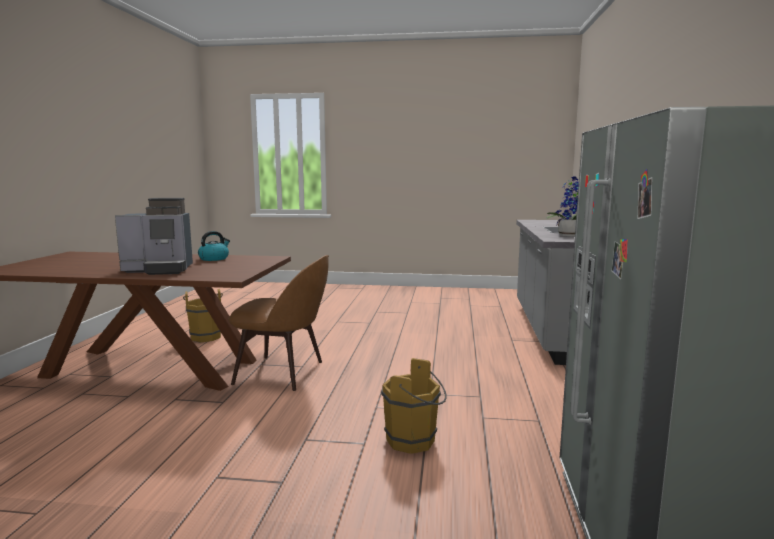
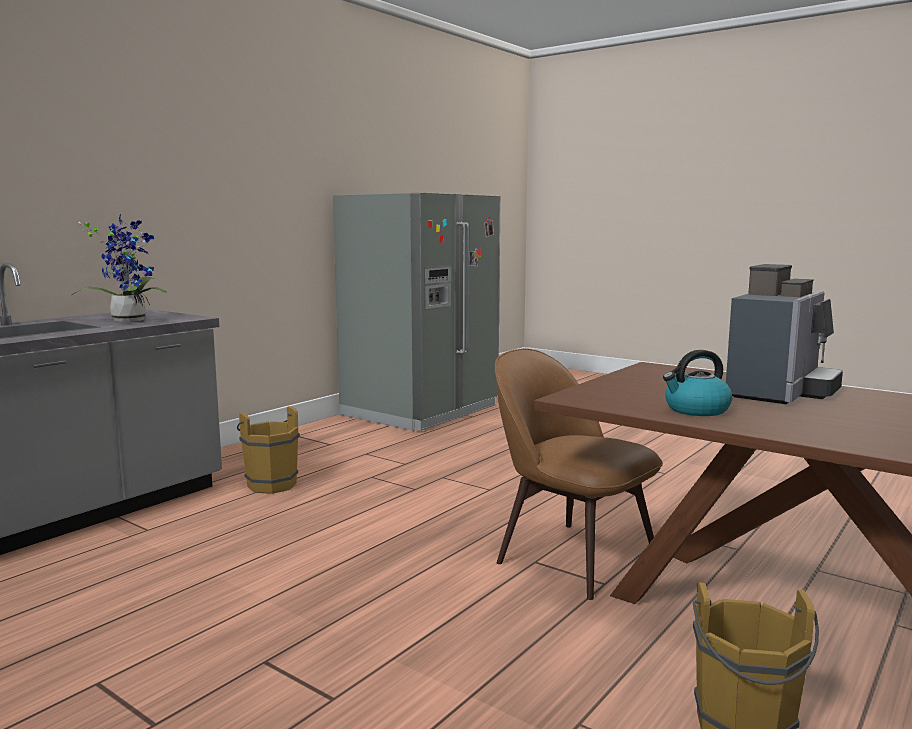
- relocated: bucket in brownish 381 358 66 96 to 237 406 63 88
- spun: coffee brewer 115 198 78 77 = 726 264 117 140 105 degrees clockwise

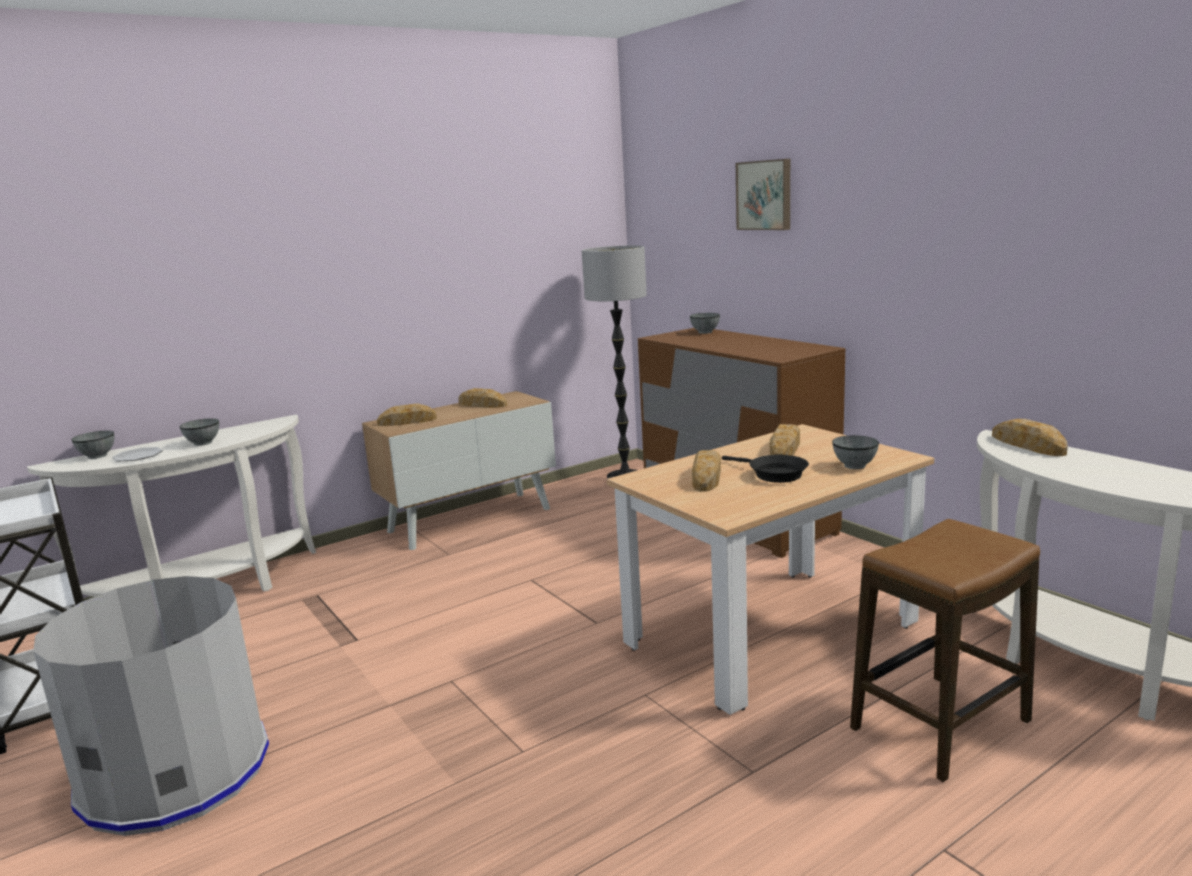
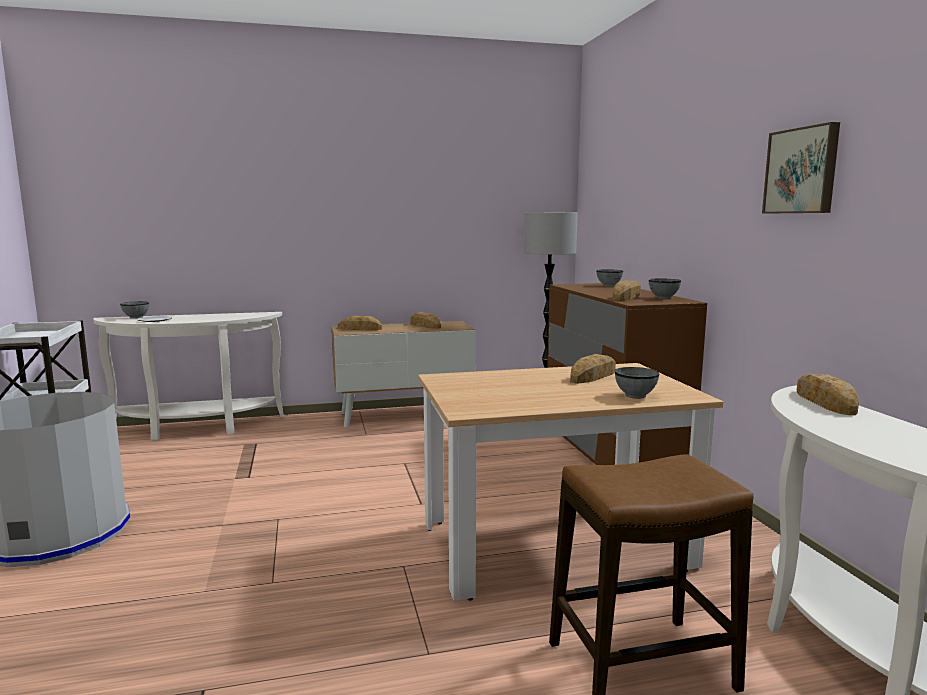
- missing: skillet in black-coloured 722 455 87 28
- relocated: serving bowl in grey 179 418 40 28 to 649 279 32 20
- relocated: bakery bread 692 450 29 42 to 613 280 28 21
- relocated: picture 736 159 54 71 to 762 122 78 91

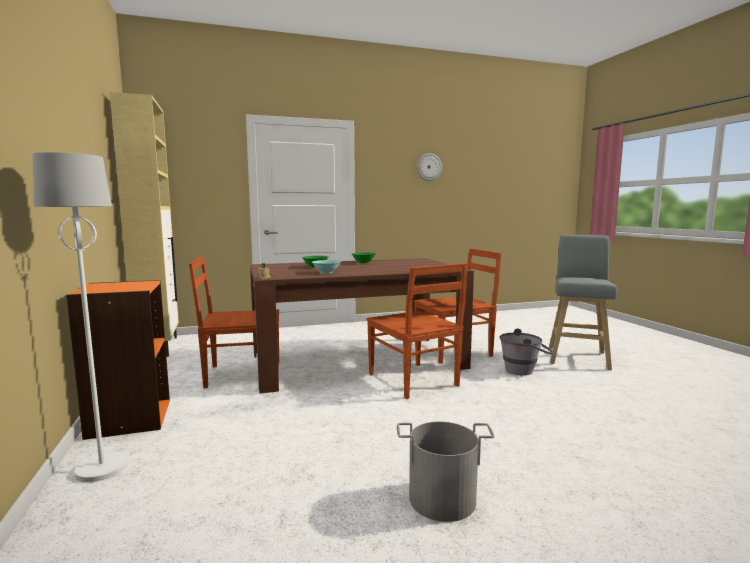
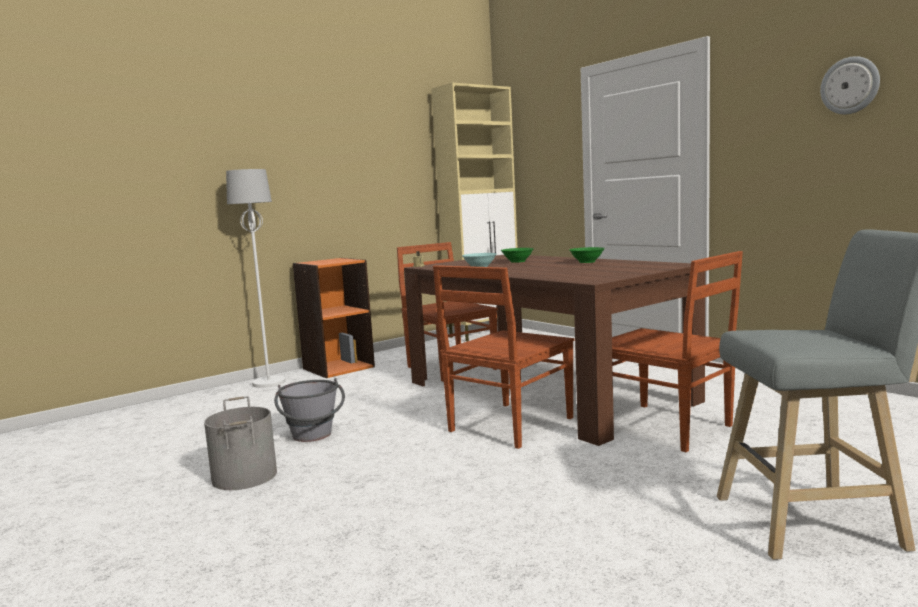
- relocated: bucket in grey 500 328 54 47 to 274 378 71 64

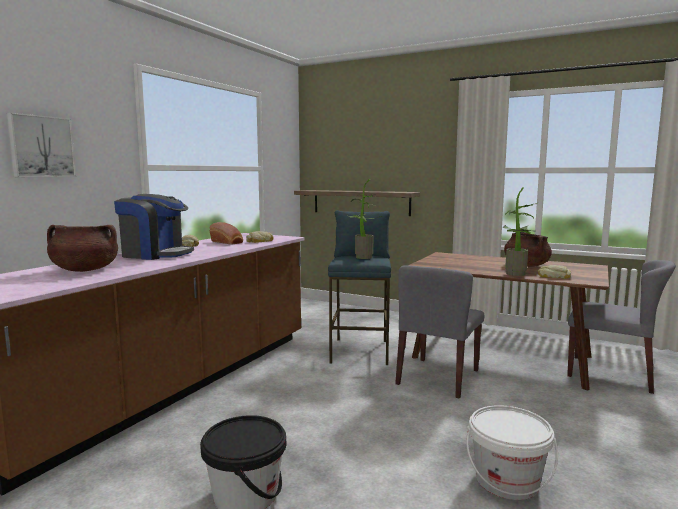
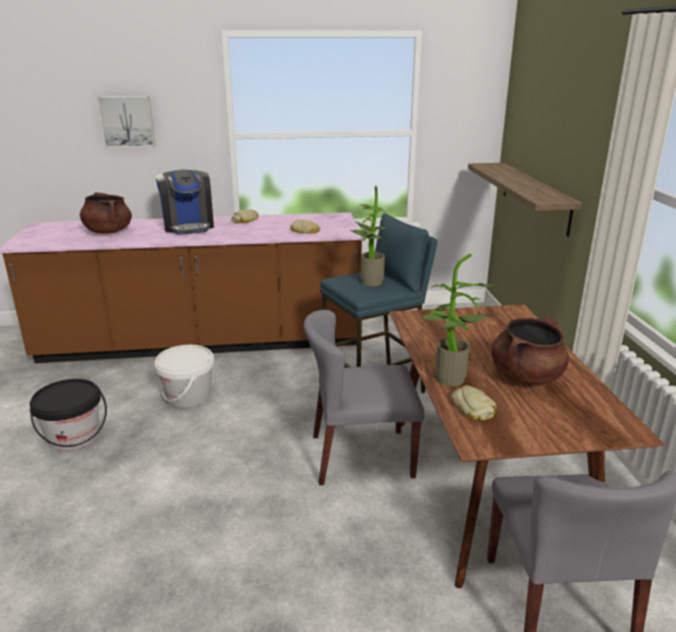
- missing: bakery bread 210 222 33 23
- relocated: bucket in white 466 405 92 95 to 154 345 60 63

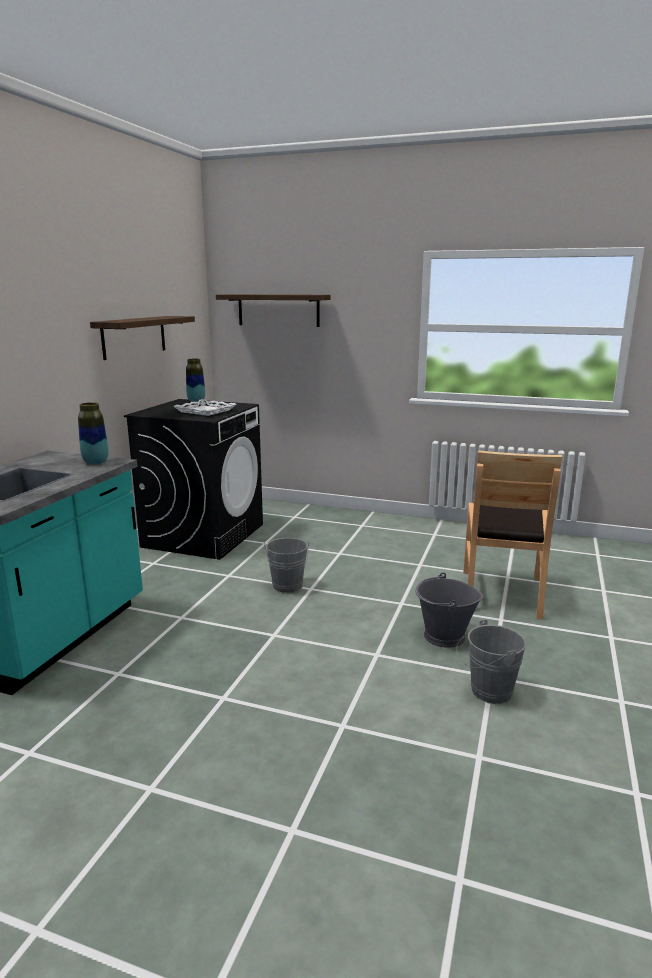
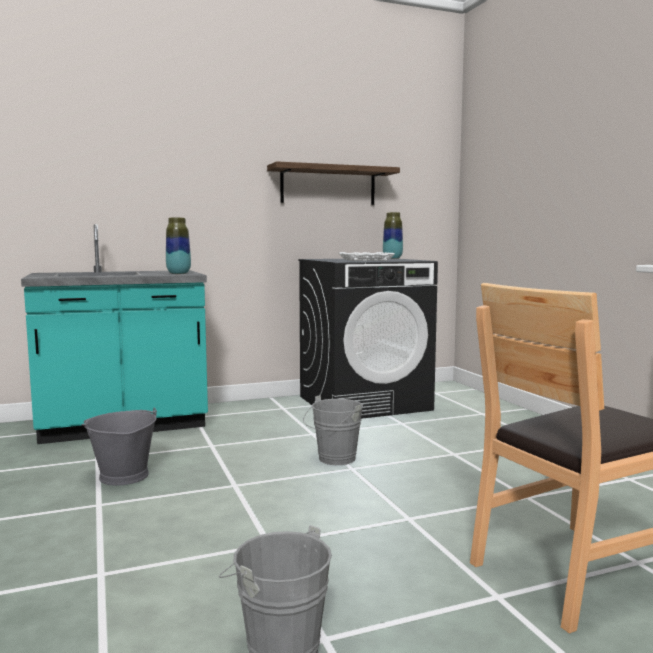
- missing: bracket shelf 216 294 114 33
- relocated: bucket in grey 415 572 68 76 to 81 408 76 78

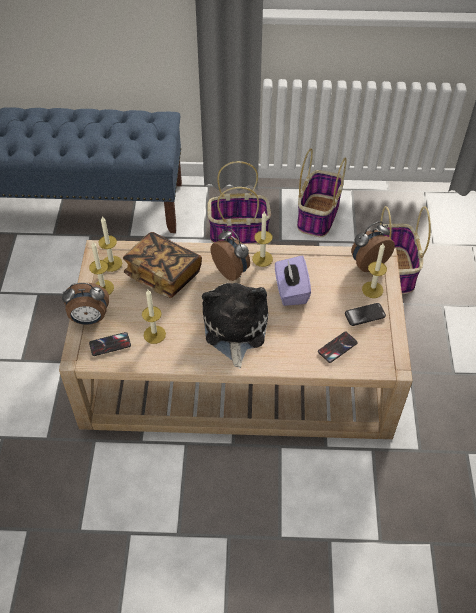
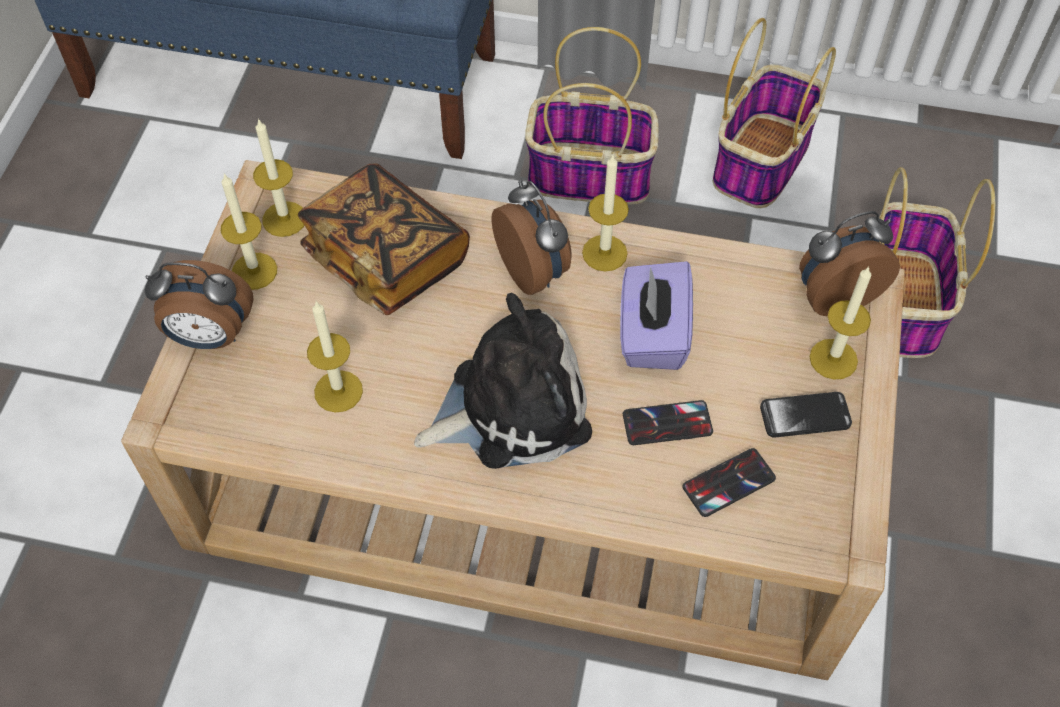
- relocated: telephone 89 332 42 24 to 623 400 90 45
- spun: plush toy 202 283 66 86 = 414 293 178 176 60 degrees clockwise

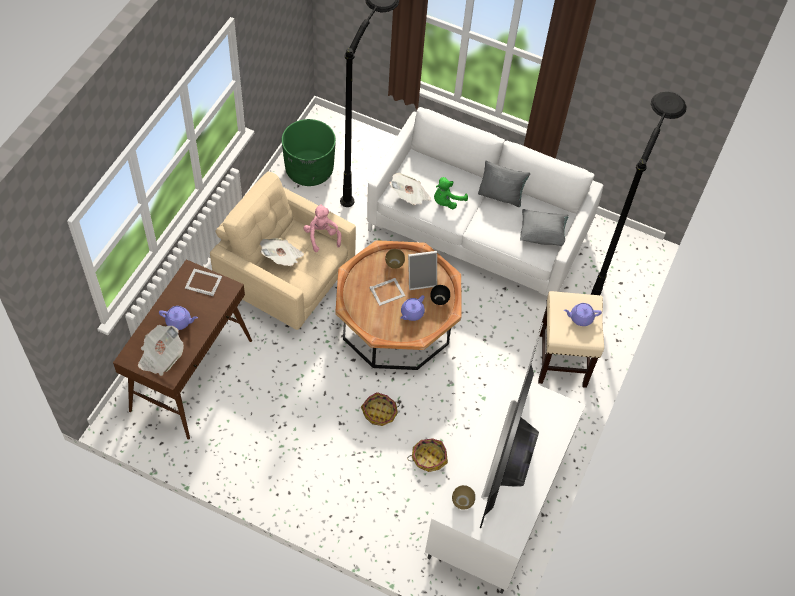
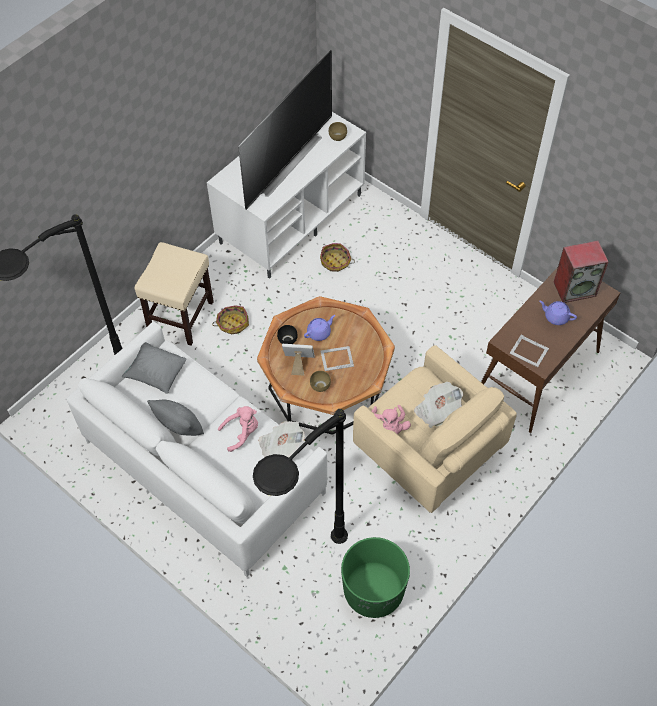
- missing: teapot in purple-coloured 564 303 38 23
- relocated: storage basket 361 392 39 34 to 212 306 37 29
- exchanged: newspaper 138 325 46 51 to speaker 554 240 54 63
- colour: plush toy in greenish 434 177 34 32 to plush toy in pink 218 406 40 46

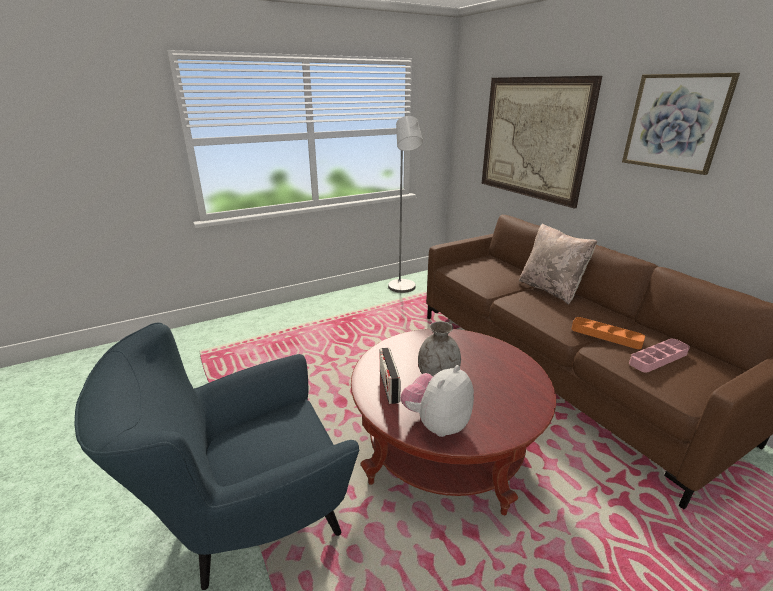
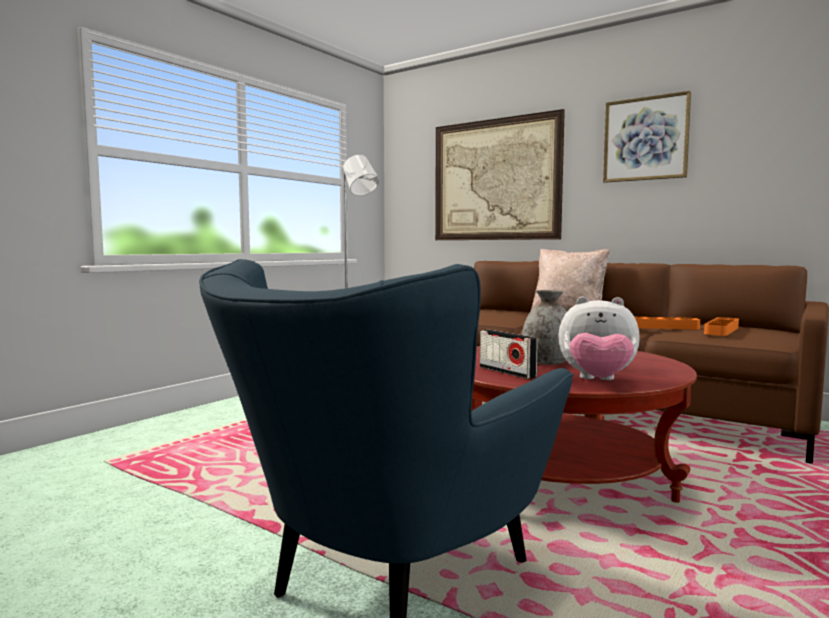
- colour: tray in pink 629 339 61 34 to tray in orange 704 317 35 19
- spun: plush toy 401 365 73 72 = 558 297 82 83 90 degrees counterclockwise

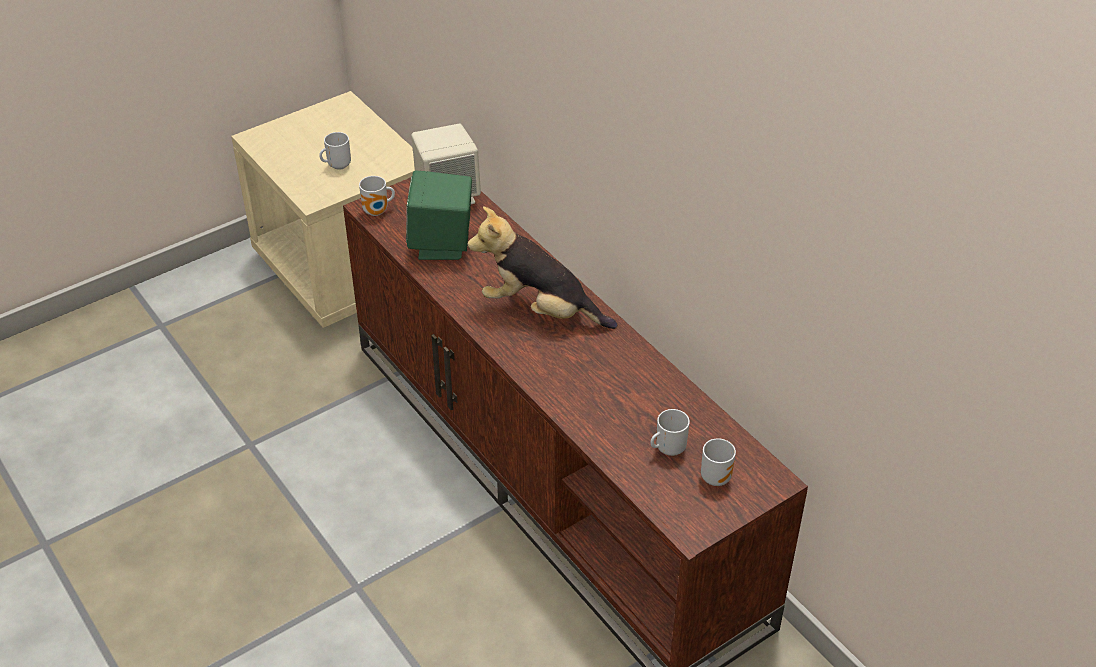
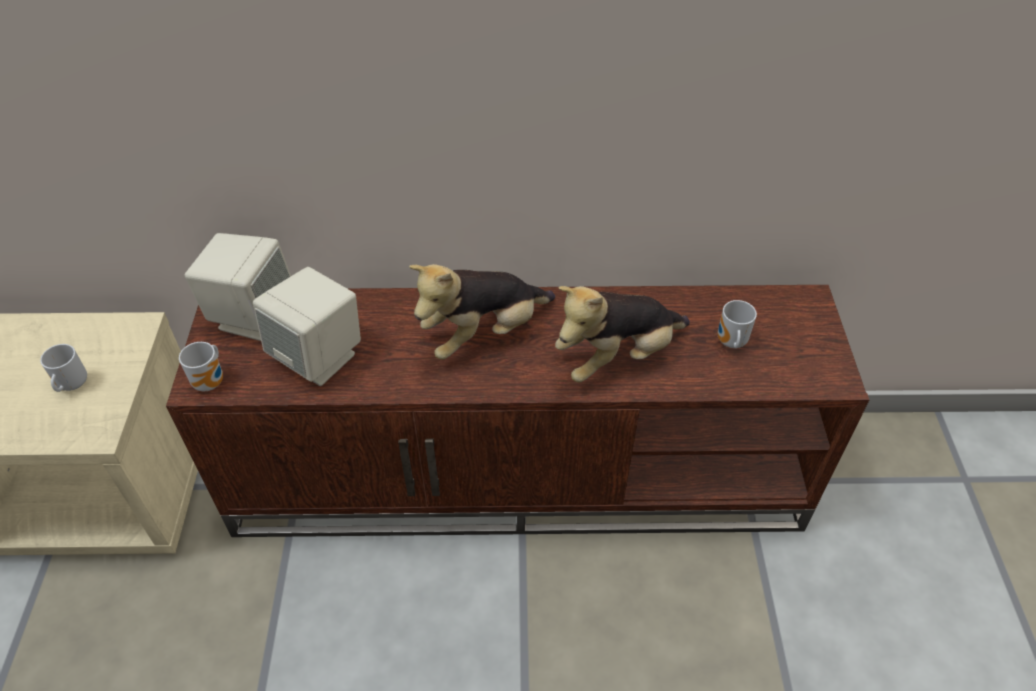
- missing: coffee mug 701 438 35 48
- appeared: plush toy 555 286 135 97
- colour: speaker in greenish 406 171 66 89 to speaker in beige-coloured 253 267 108 119

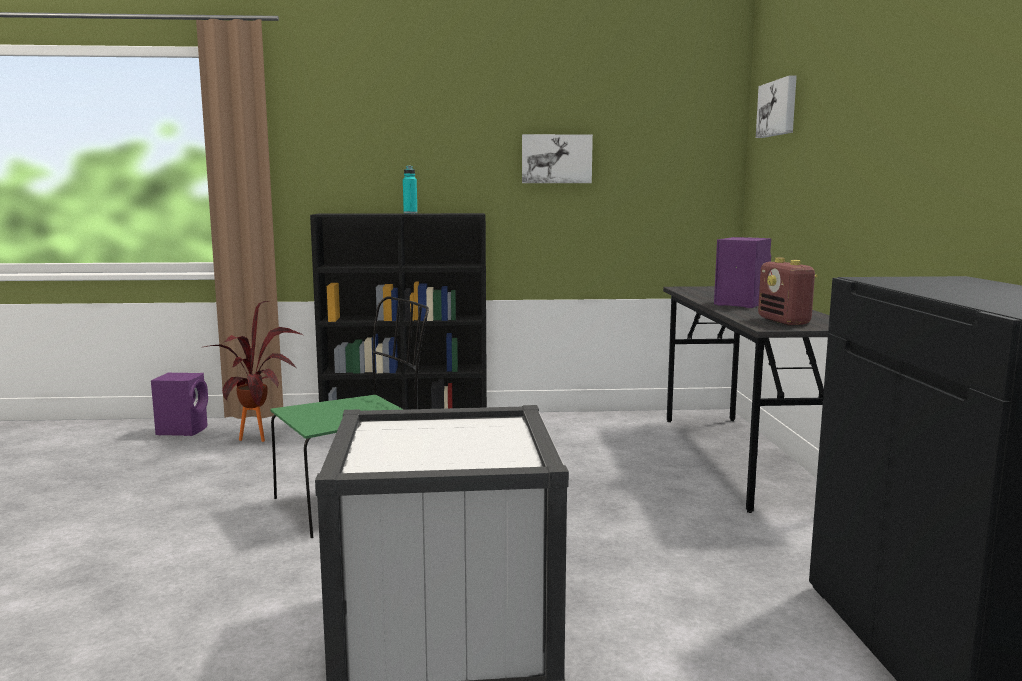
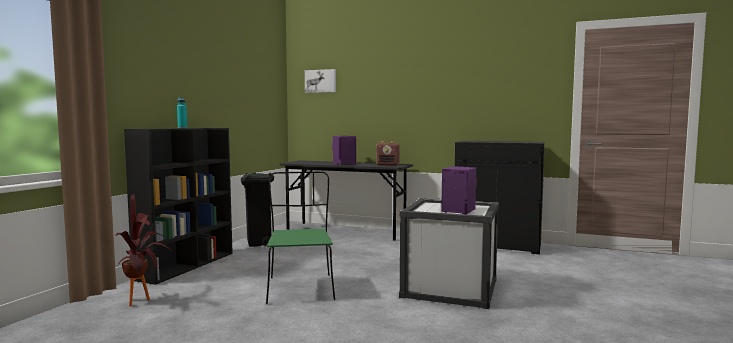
- missing: picture 522 134 71 49
- appeared: trash can in black-coloured 241 173 33 74
- relocated: speaker in purple-coloured 151 373 57 63 to 441 166 36 48

